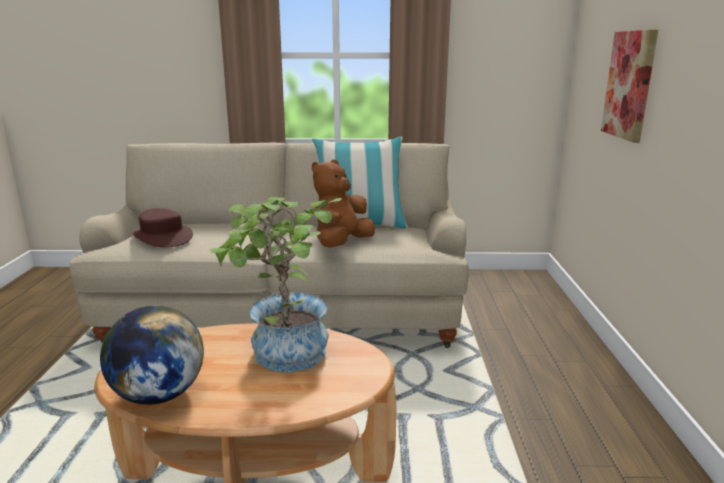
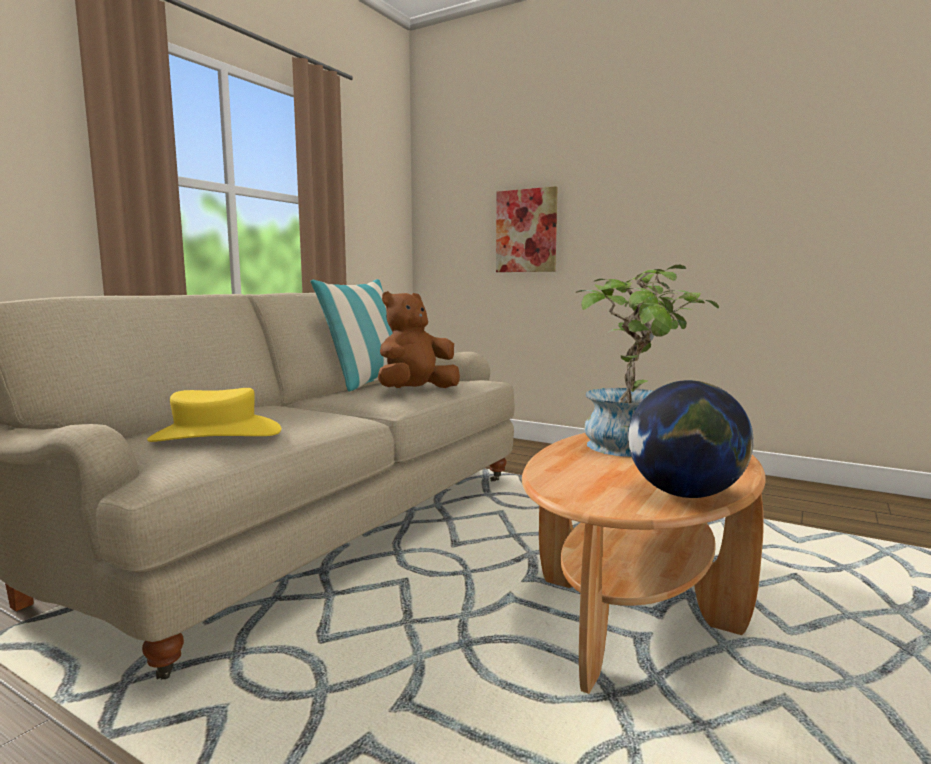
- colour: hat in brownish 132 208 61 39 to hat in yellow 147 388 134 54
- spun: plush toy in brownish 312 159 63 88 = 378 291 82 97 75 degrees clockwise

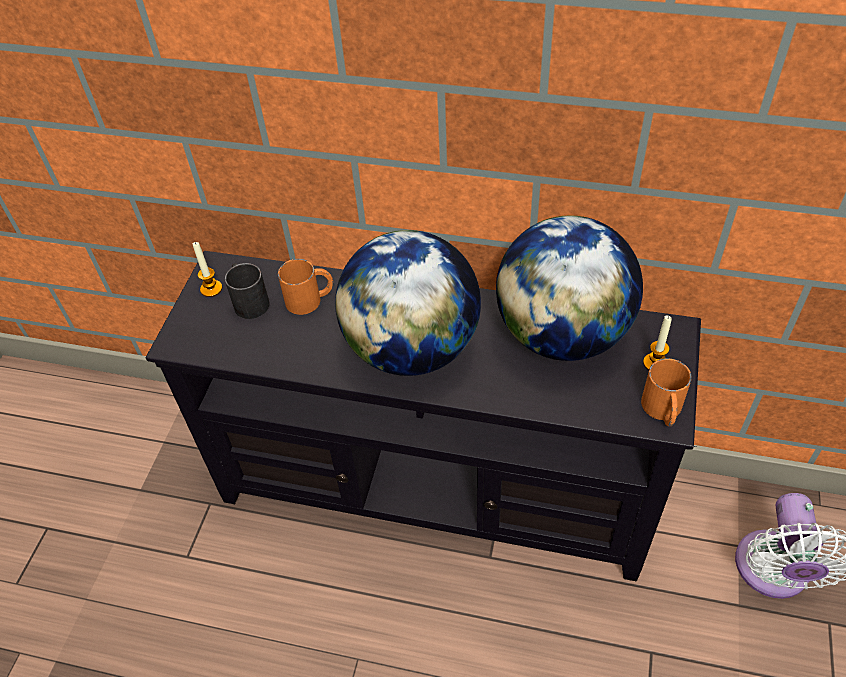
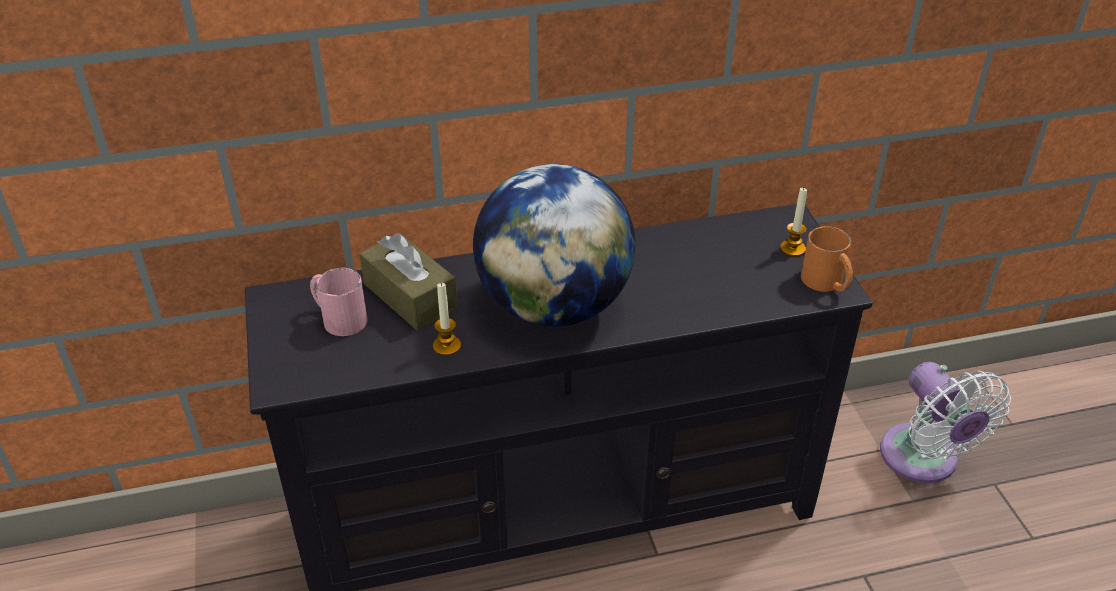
- missing: globe 496 215 147 146
- relocated: candle 192 242 30 55 to 433 283 28 73
- exchanged: coffee mug in orange 278 259 55 56 to box of tissues in brownish 360 233 98 97
- colour: coffee mug in black-coloured 225 263 45 56 to coffee mug in pink 310 268 57 68

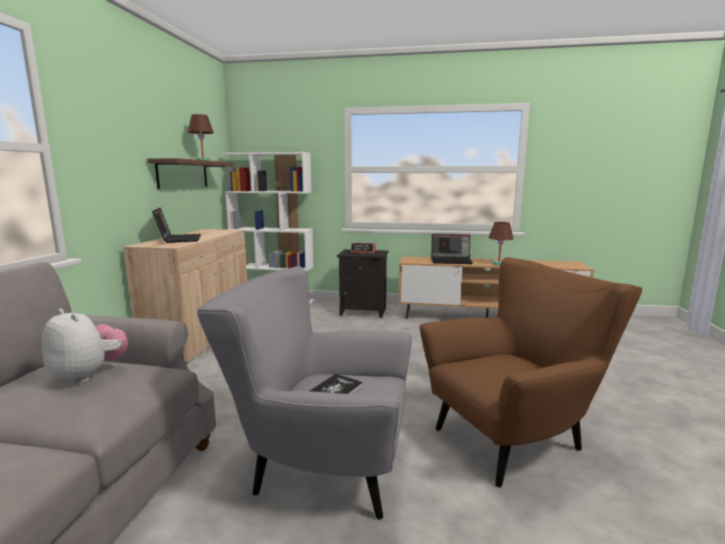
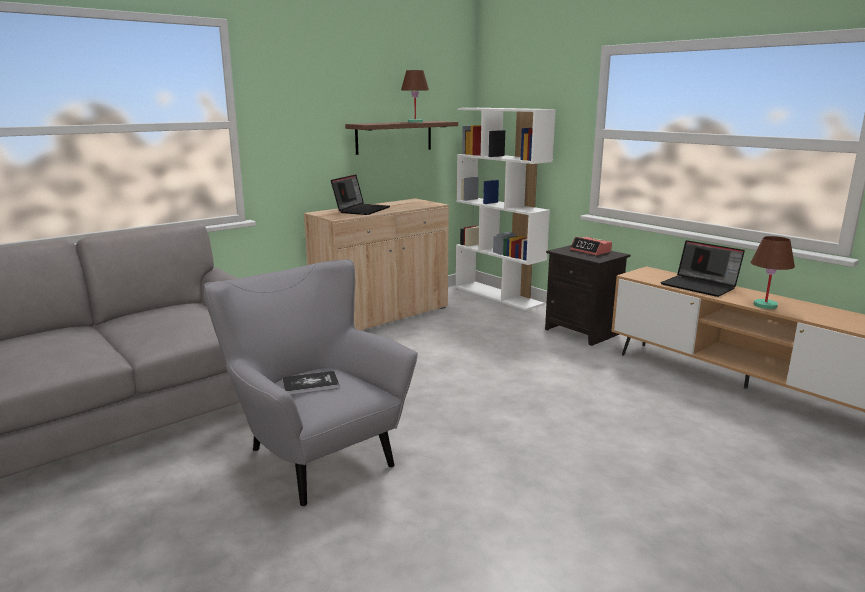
- missing: plush toy 42 309 86 75
- missing: armchair in brownish 420 257 223 231

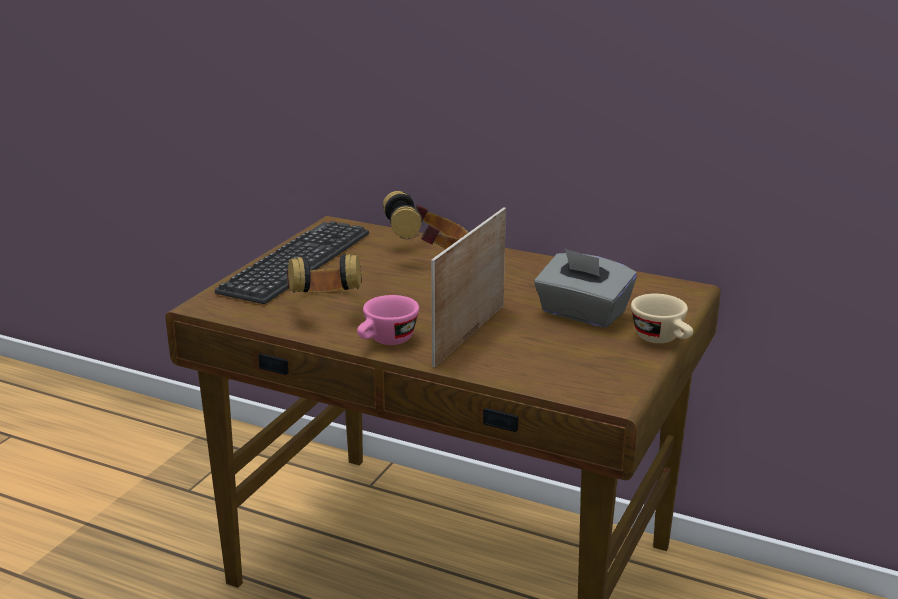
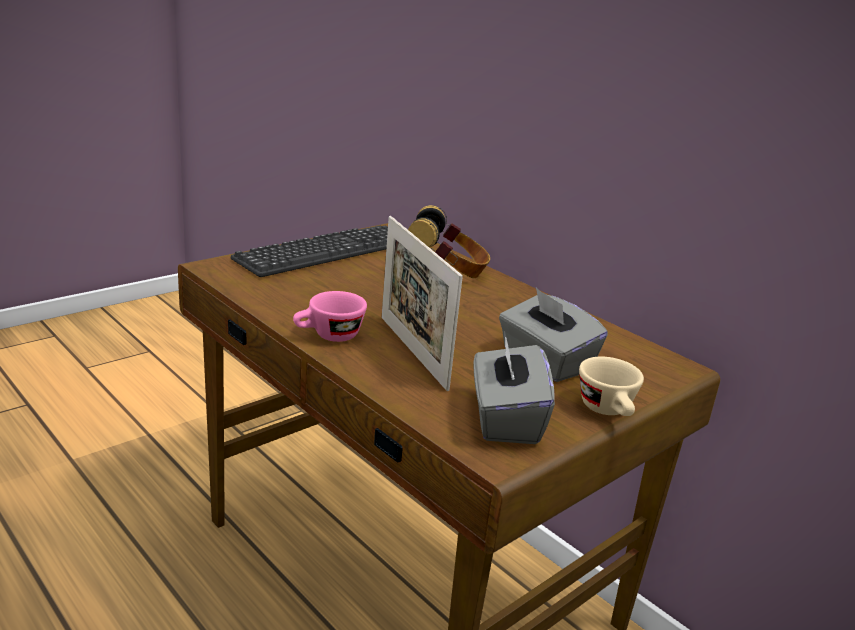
- missing: headphones 287 254 75 39
- appeared: box of tissues in grey 473 333 82 111
- spun: photo frame 431 207 75 160 = 382 216 81 175 75 degrees counterclockwise

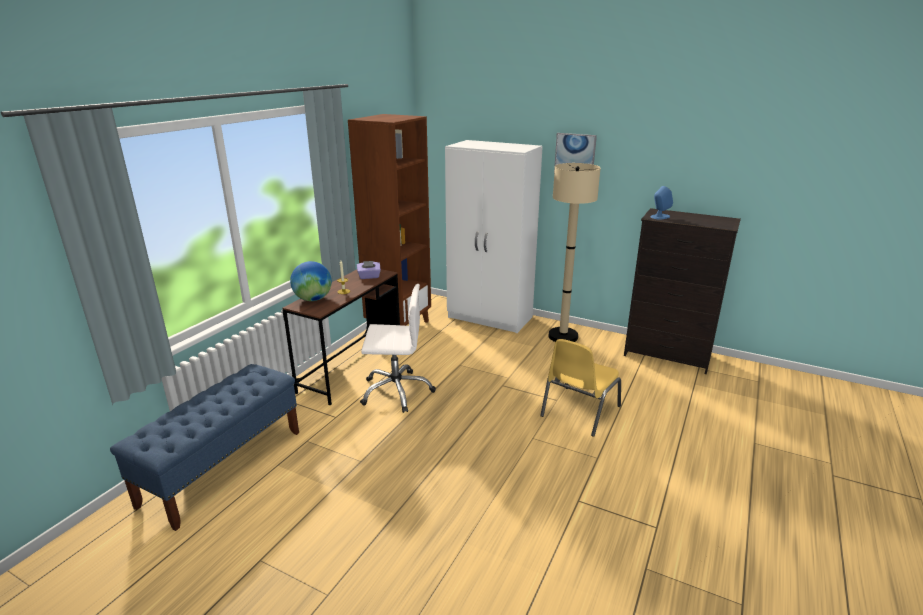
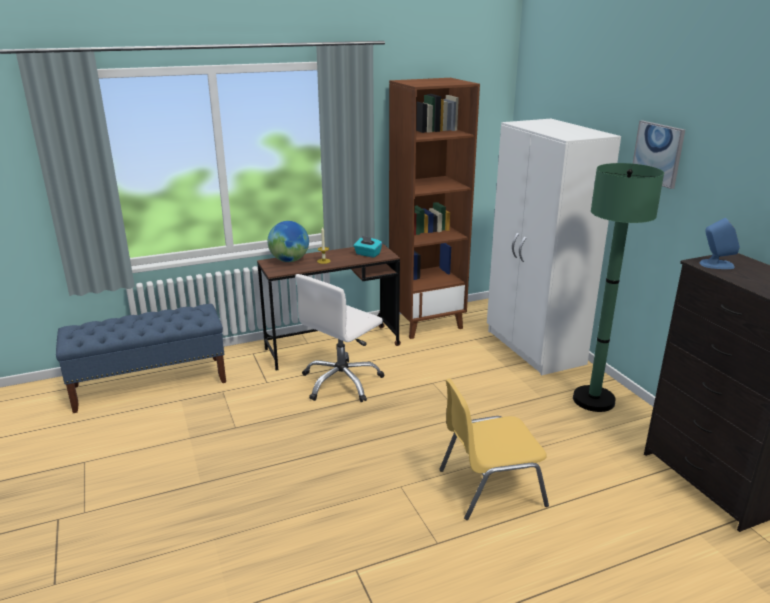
- colour: box of tissues in purple-coloured 357 261 24 18 to box of tissues in turquoise-coloured 354 236 28 22
- colour: floor lamp in beige-coloured 548 163 52 179 to floor lamp in greenish 573 163 91 249
- spun: computer chair in white 360 284 76 129 = 295 274 89 128 90 degrees clockwise

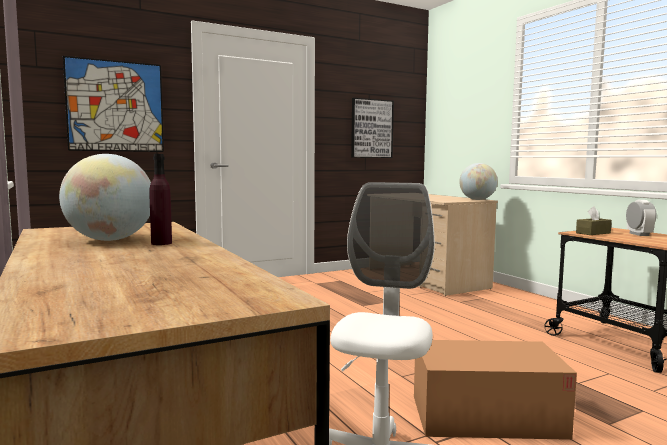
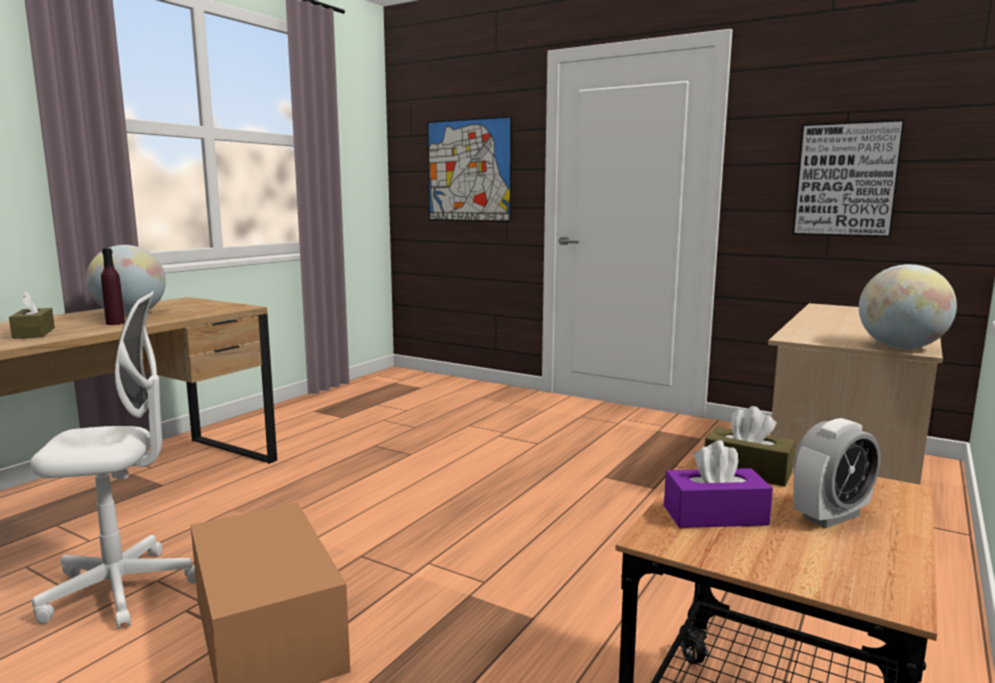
- appeared: box of tissues in brownish 9 292 46 47
- appeared: box of tissues in purple-coloured 664 440 109 88

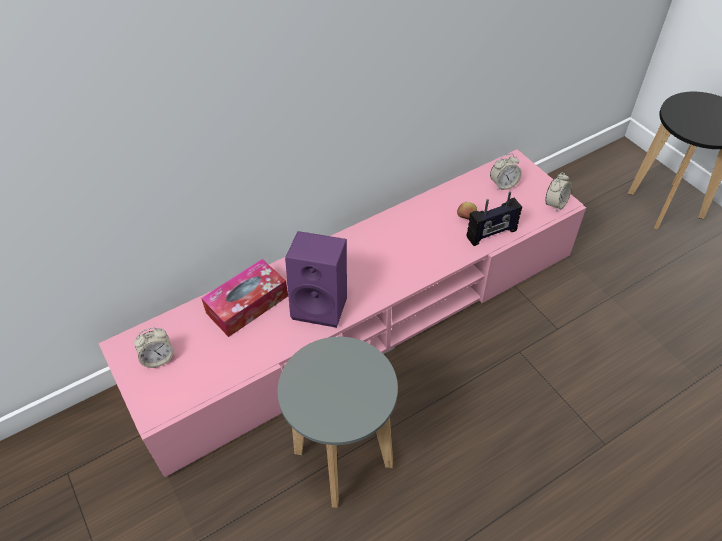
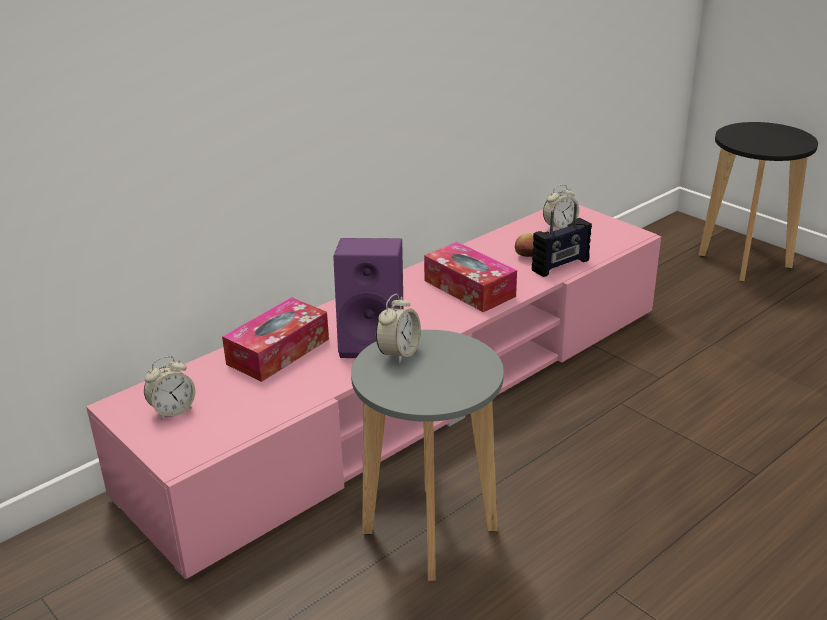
- appeared: box of tissues 424 242 93 70
- relocated: alarm clock 545 172 27 40 to 376 294 45 70

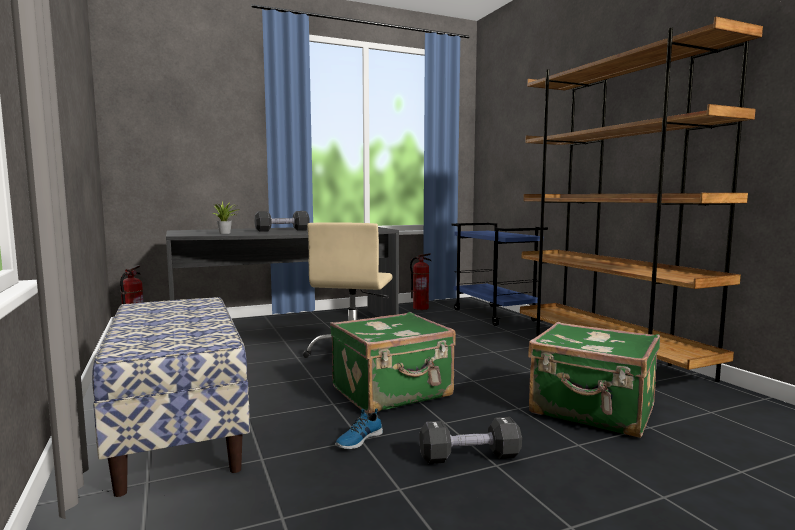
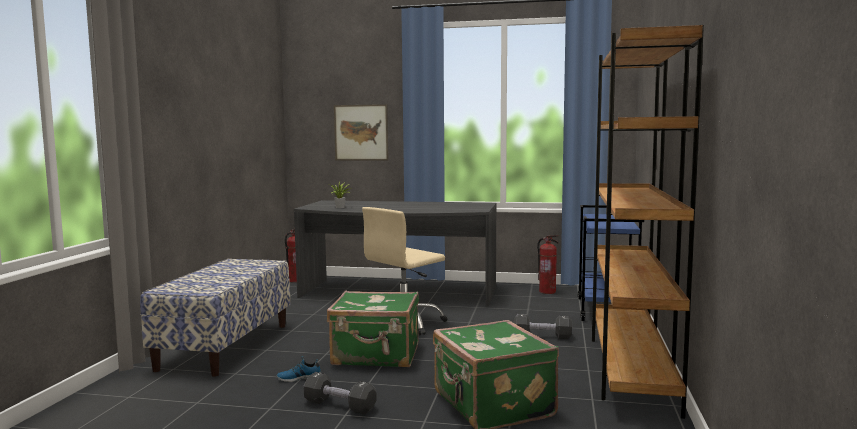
- appeared: picture 334 104 55 56
- relocated: free weight in black-coloured 254 211 56 21 to 514 314 58 25

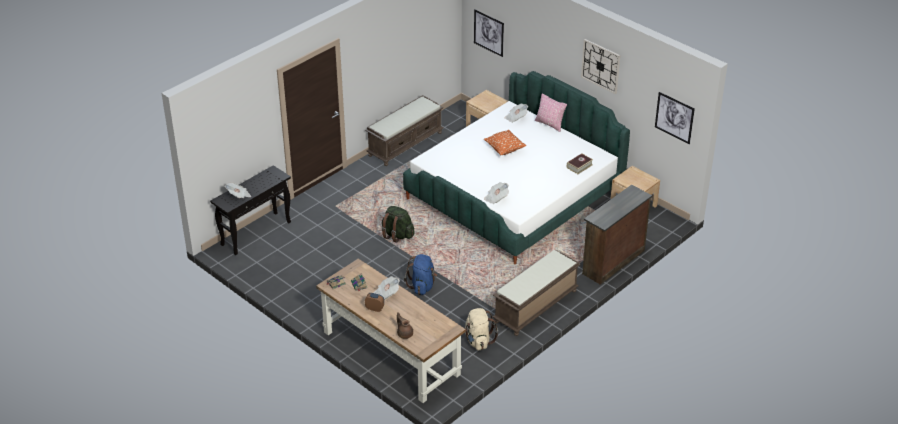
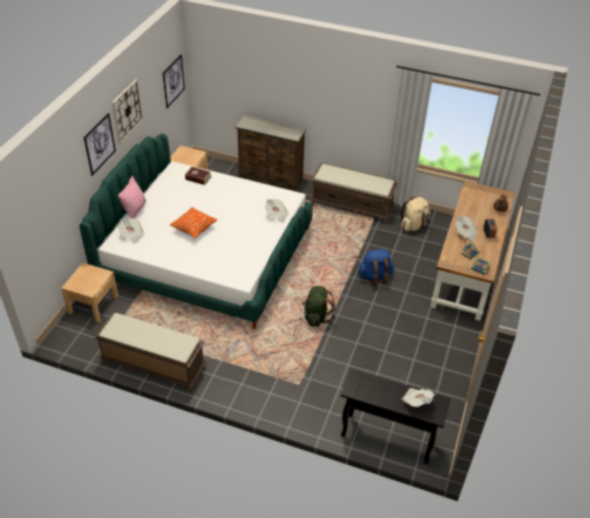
- relocated: picture 474 9 30 48 to 84 113 32 63

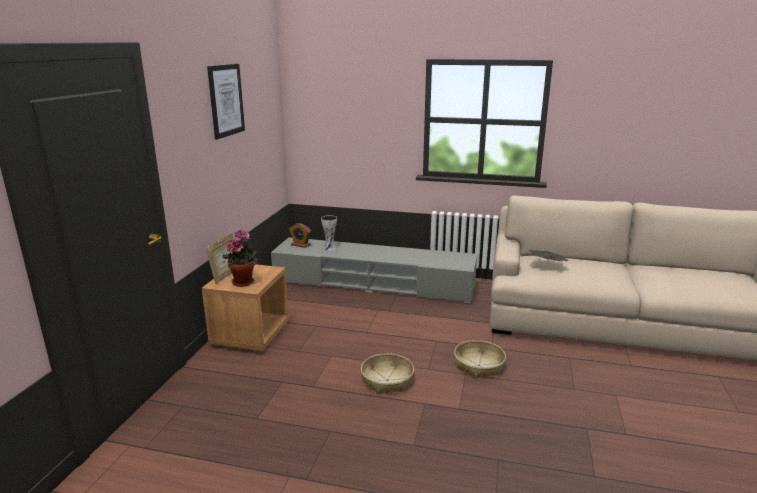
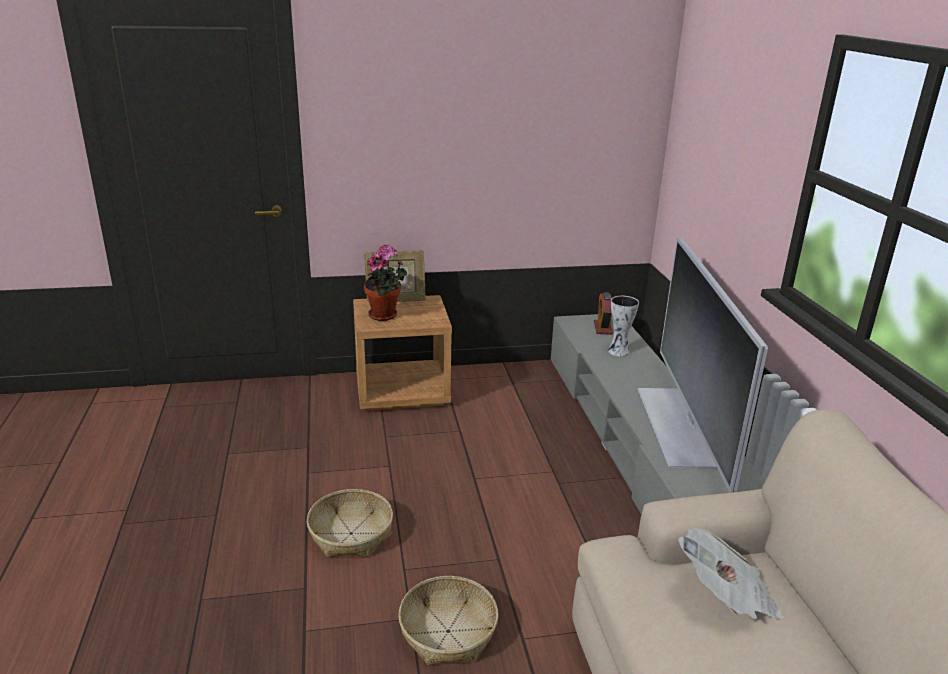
- missing: picture 207 64 38 75
- appeared: TV set 637 237 131 256

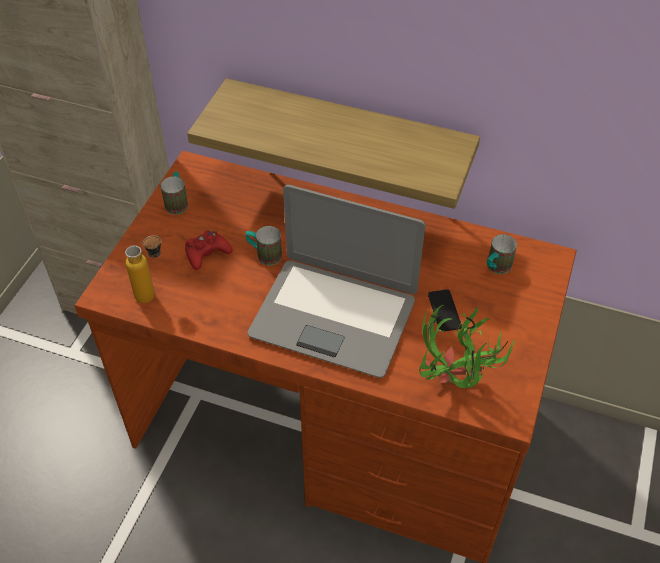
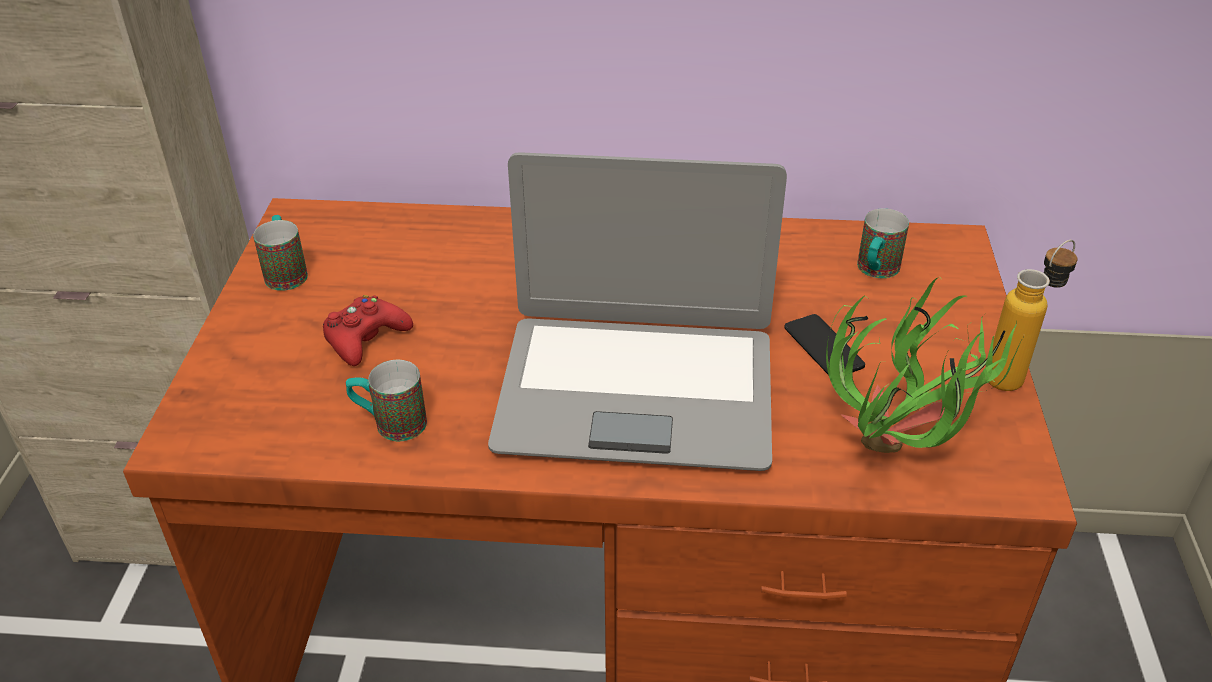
- missing: bracket shelf 187 78 293 131
- relocated: beverage bottle 125 235 37 68 to 988 240 90 151
- relocated: coffee mug 246 226 36 39 to 346 360 81 81

